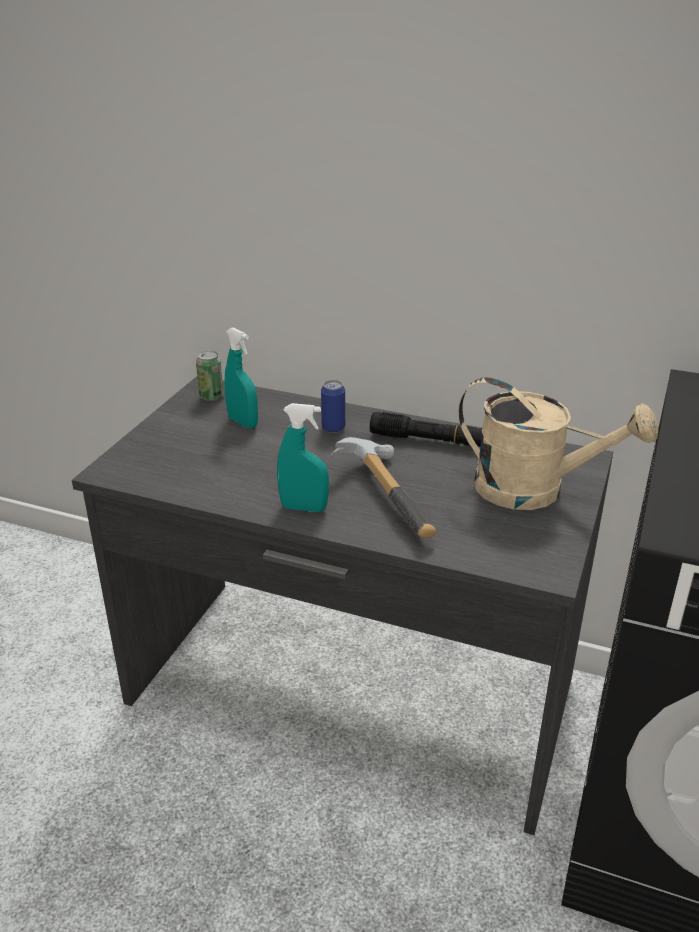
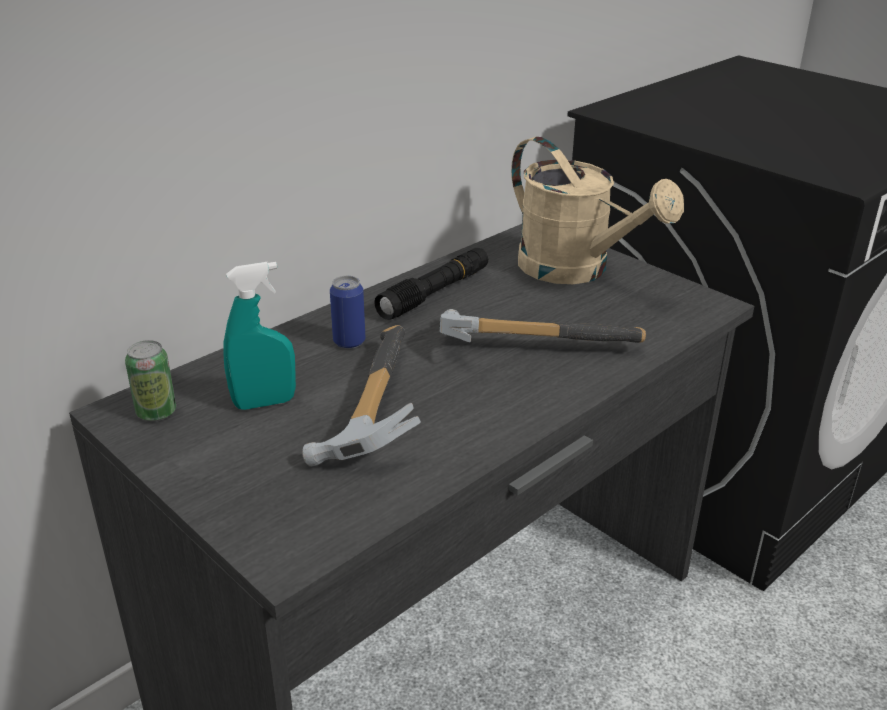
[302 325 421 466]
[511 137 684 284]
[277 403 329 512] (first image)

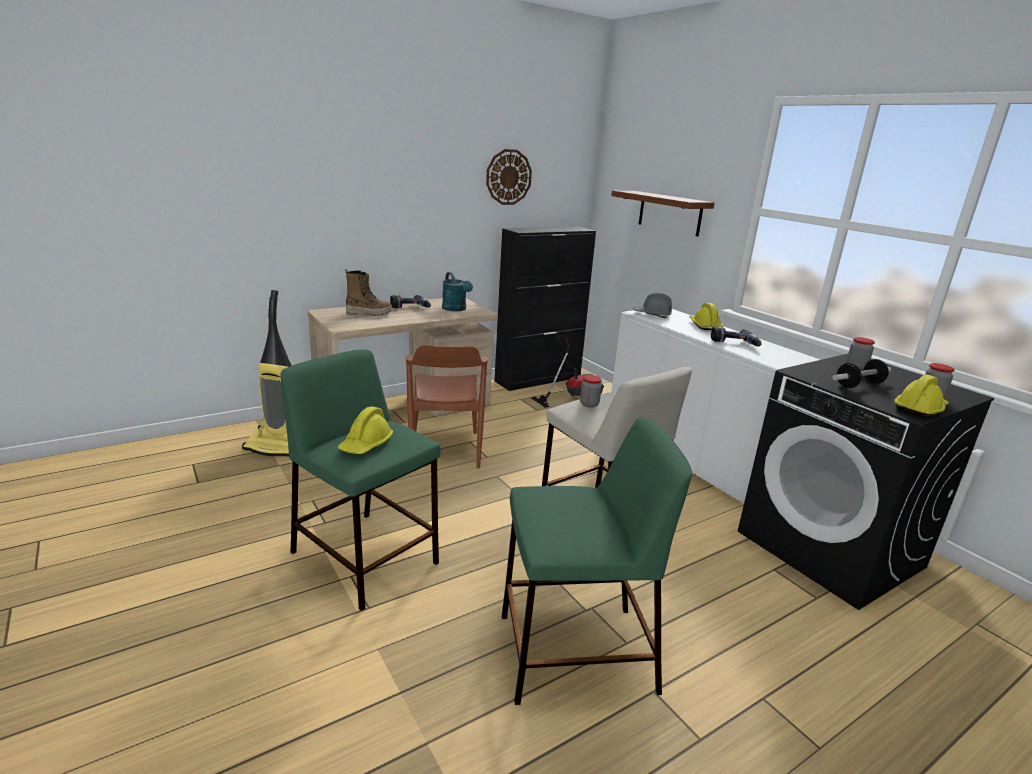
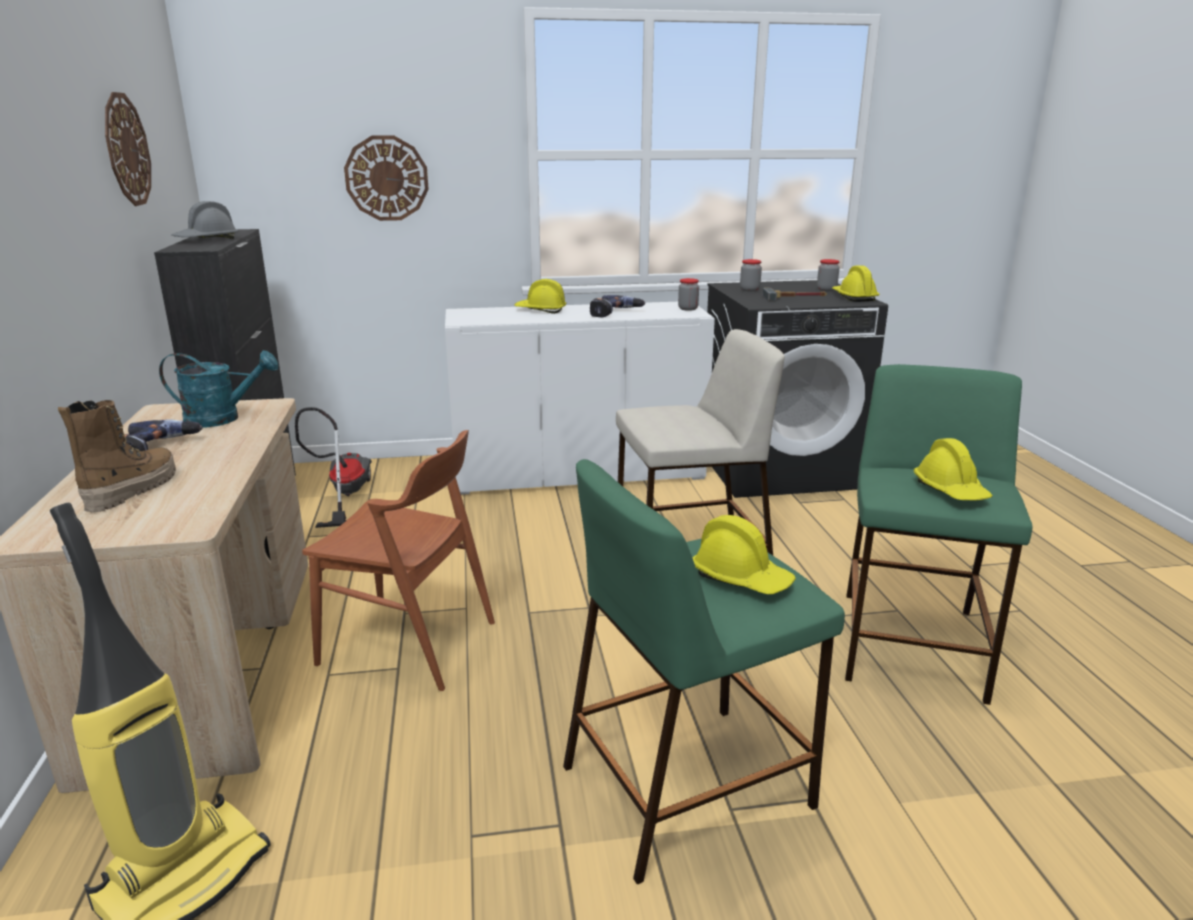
[171 201 238 239]
[344 135 429 221]
[678 278 699 311]
[763 288 827 301]
[914 438 993 500]

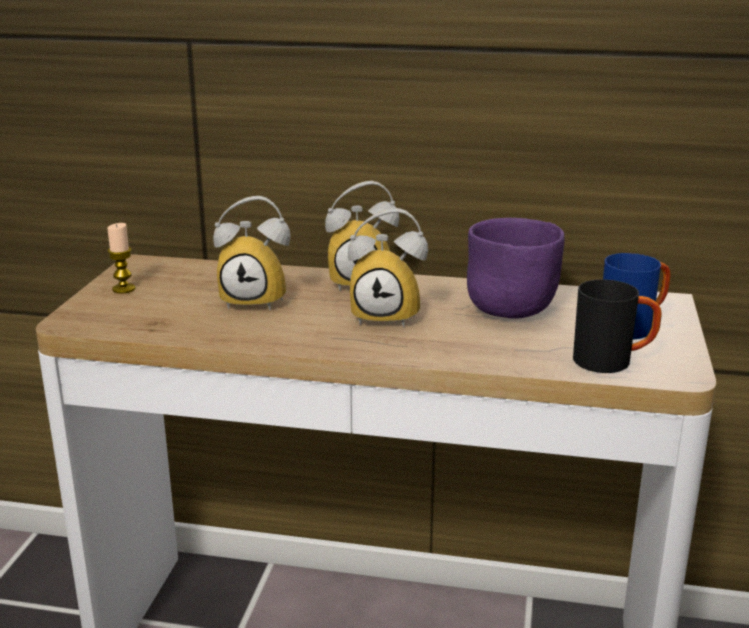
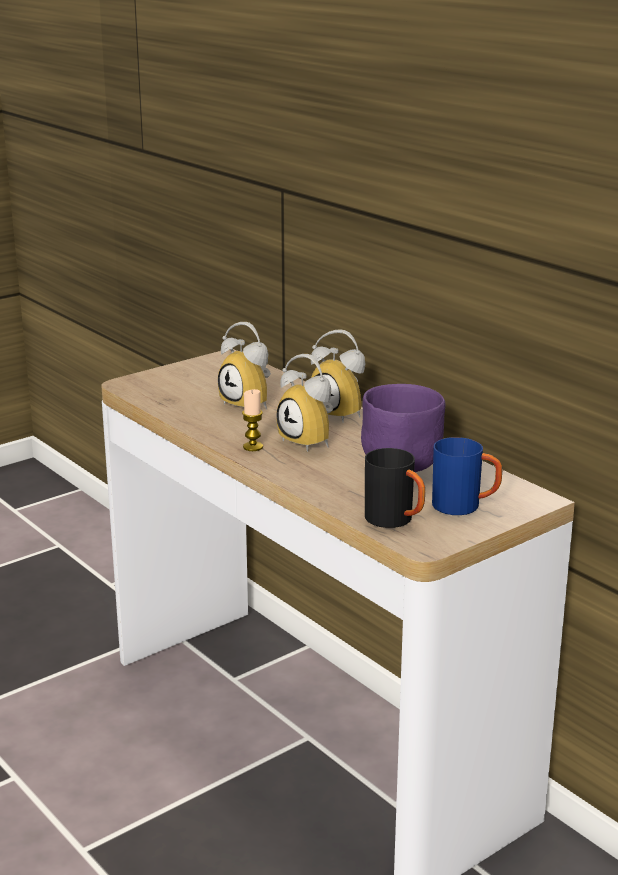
[242 389 263 451]

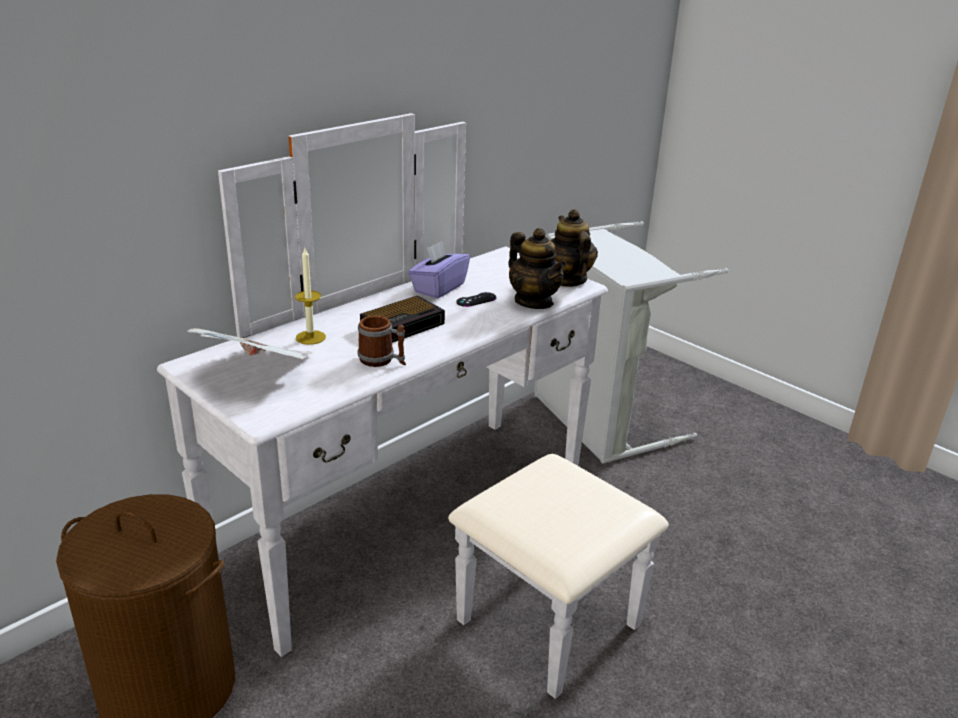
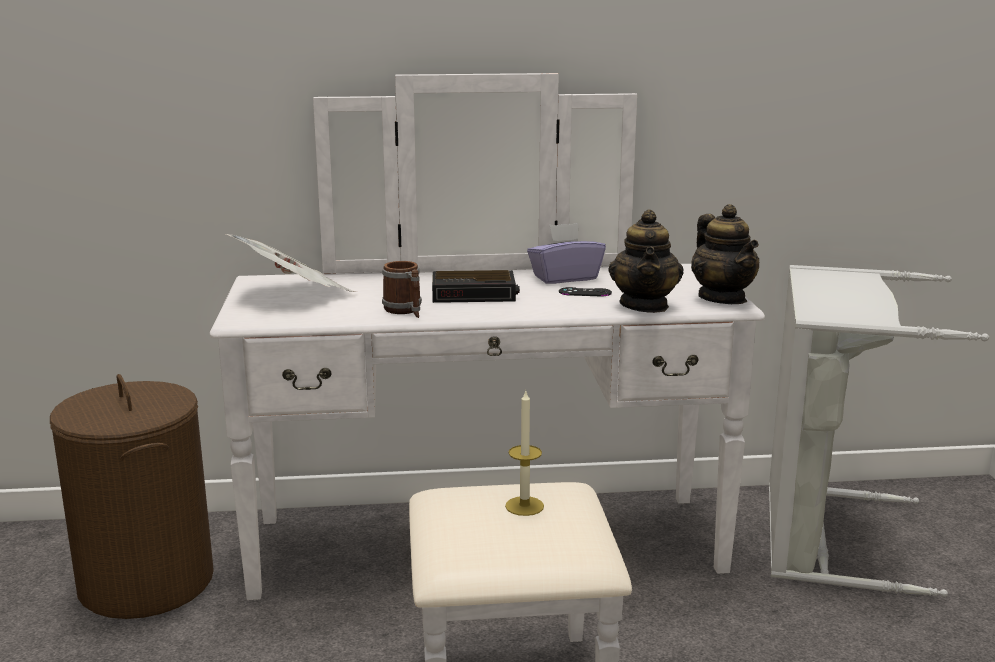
[505 389 544 516]
[691 204 759 304]

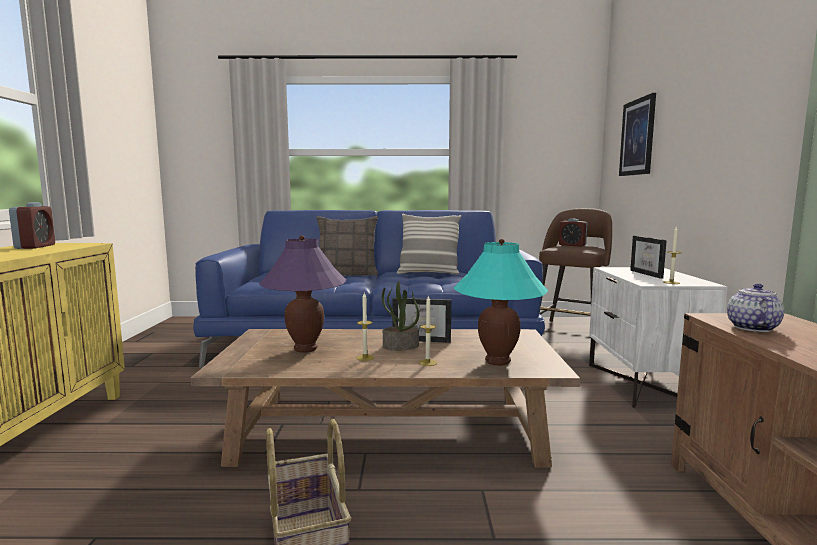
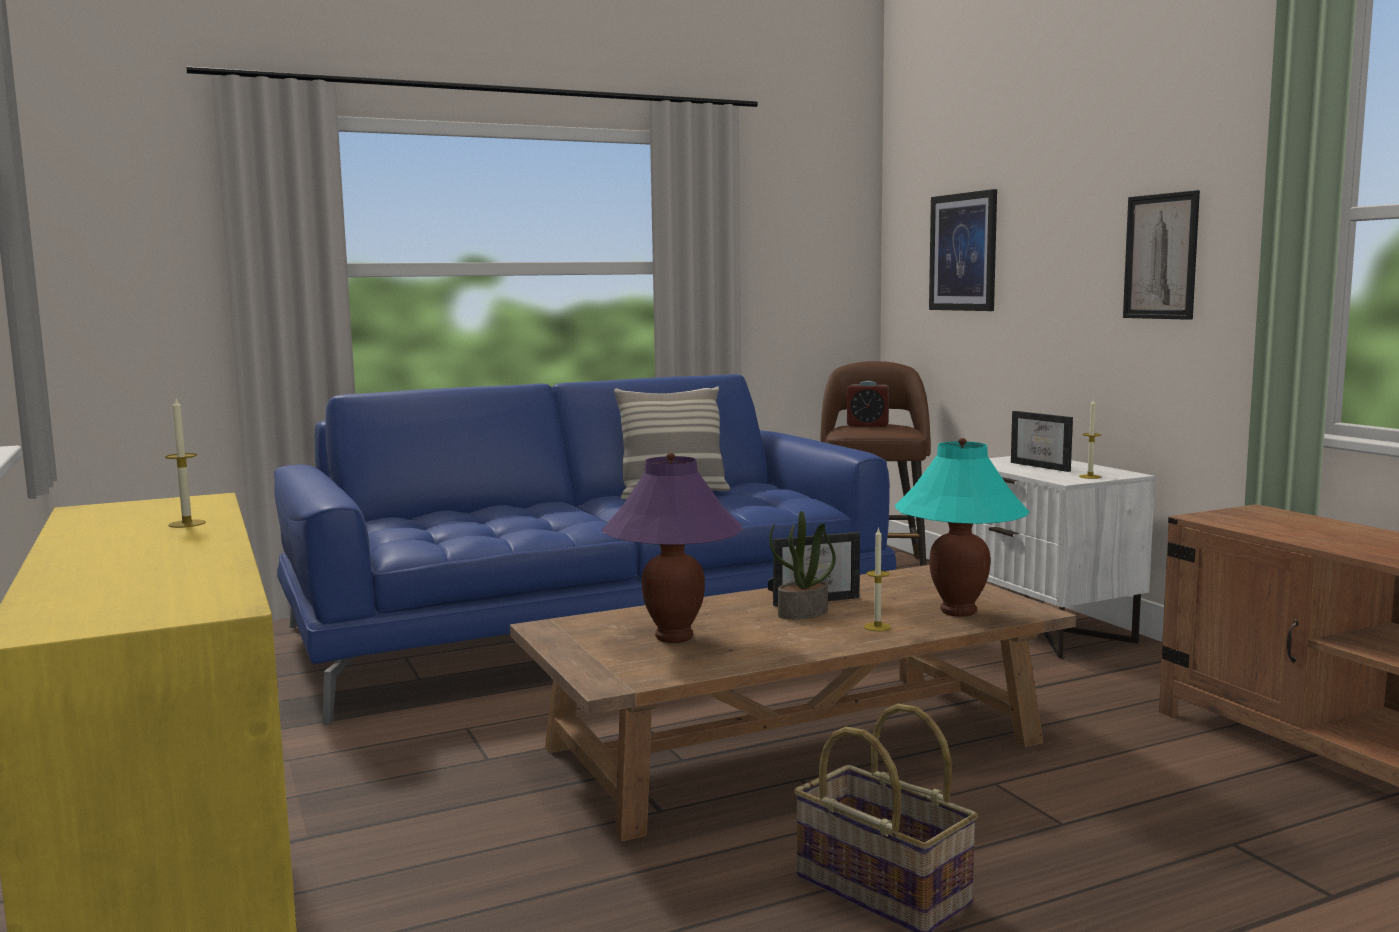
[165 398 206 528]
[1123 190 1200 320]
[9 202 55 249] (first image)
[316 216 378 276] (first image)
[727 283 784 332] (first image)

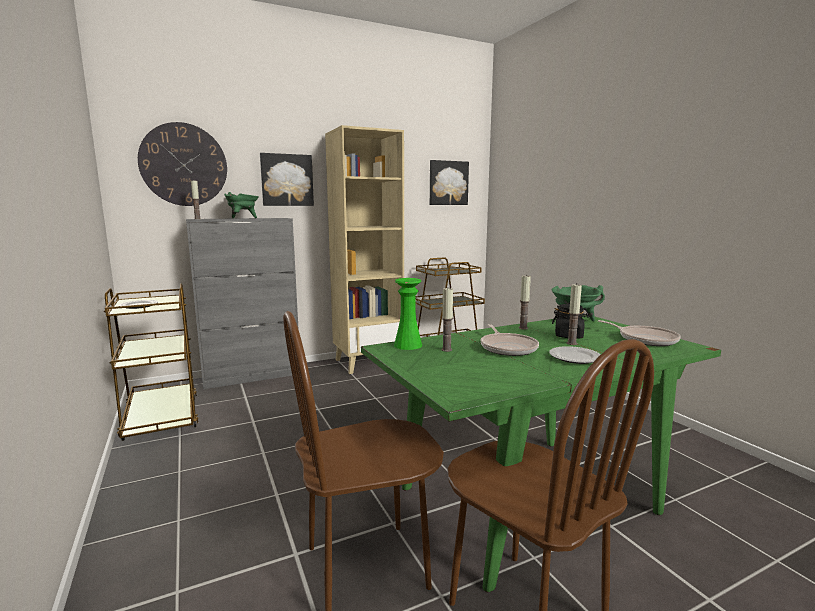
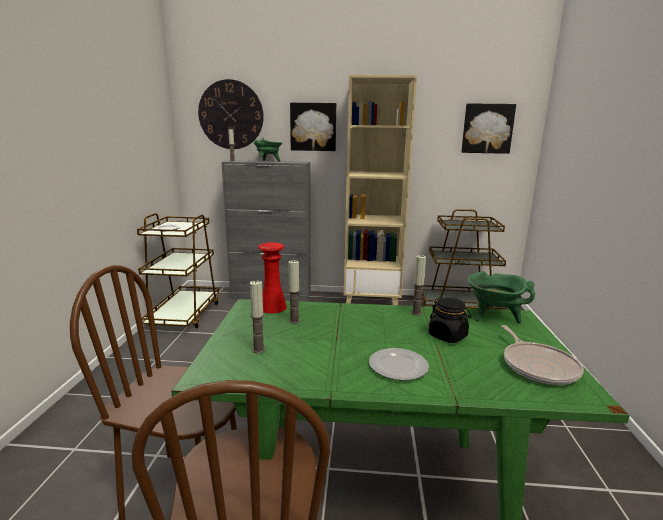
[250 281 265 353]
[258 243 287 313]
[481 324 539 356] (first image)

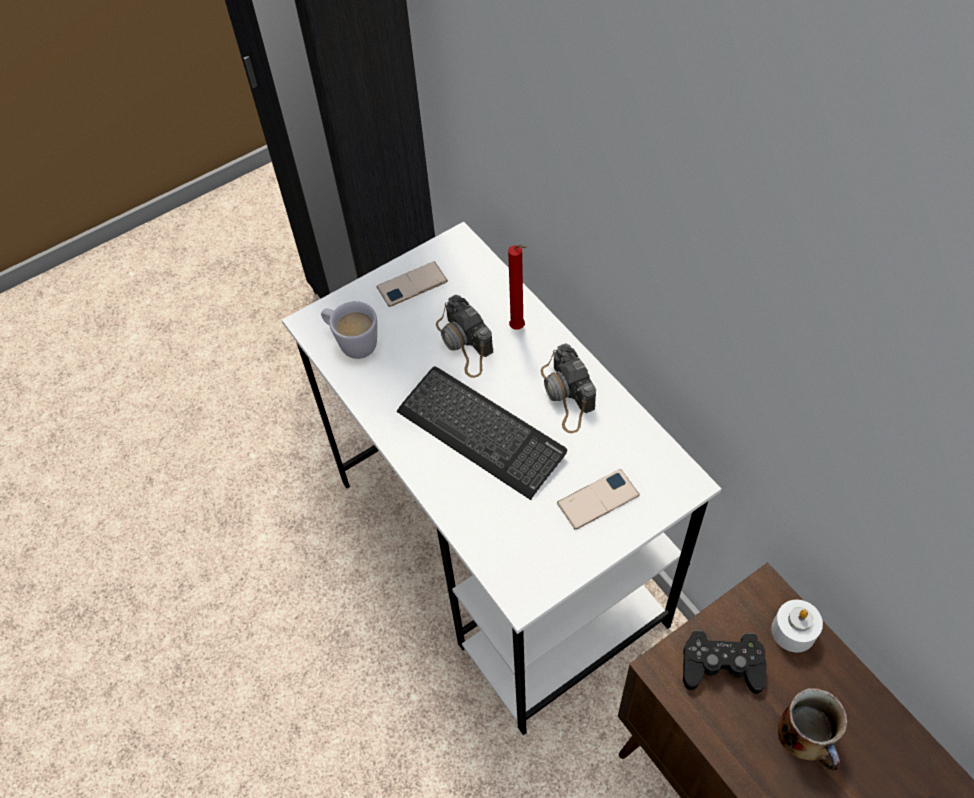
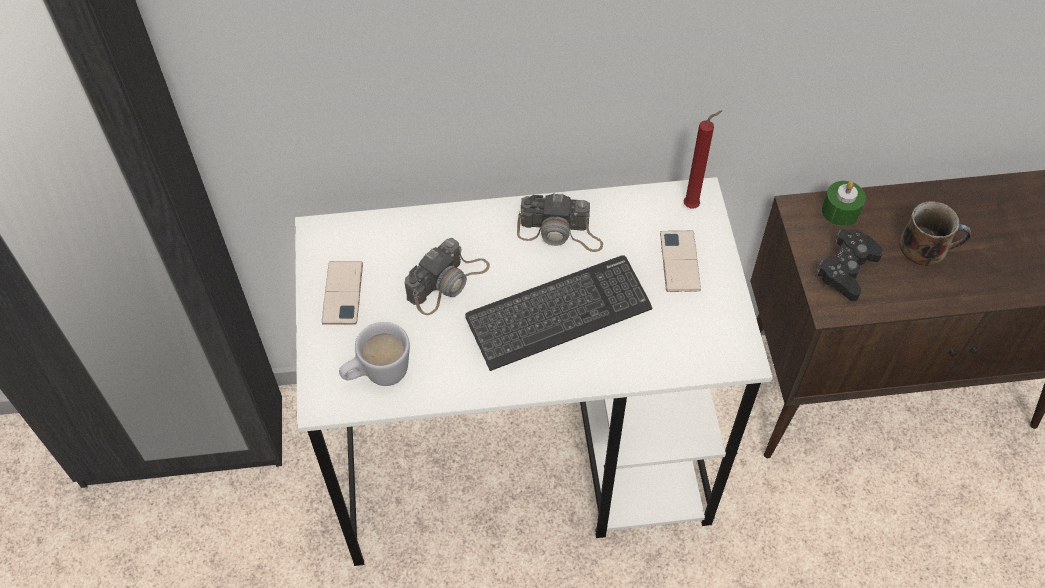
[405 238 490 315]
[684 110 722 209]
[822 181 866 226]

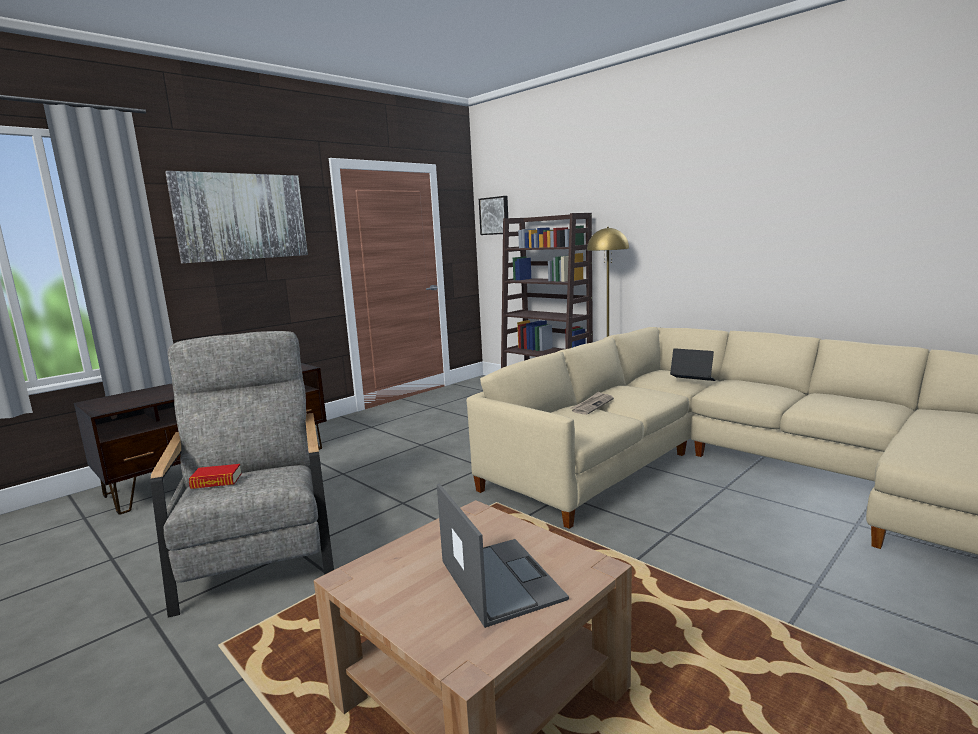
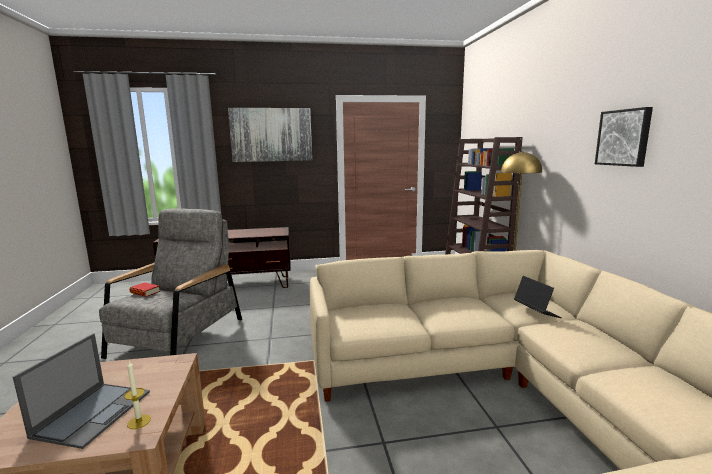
[124 361 151 429]
[595 107 653 167]
[570 392 614 415] (first image)

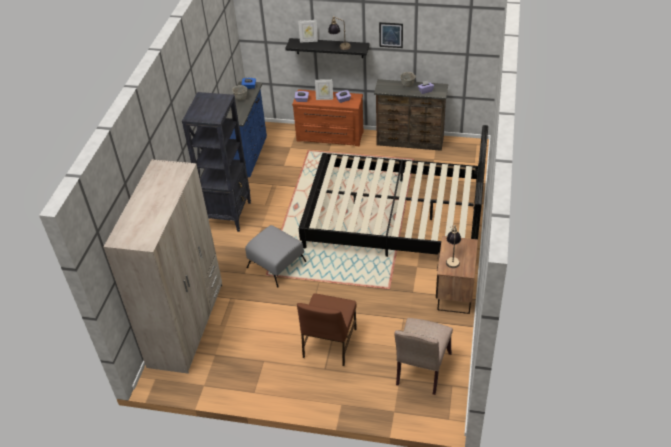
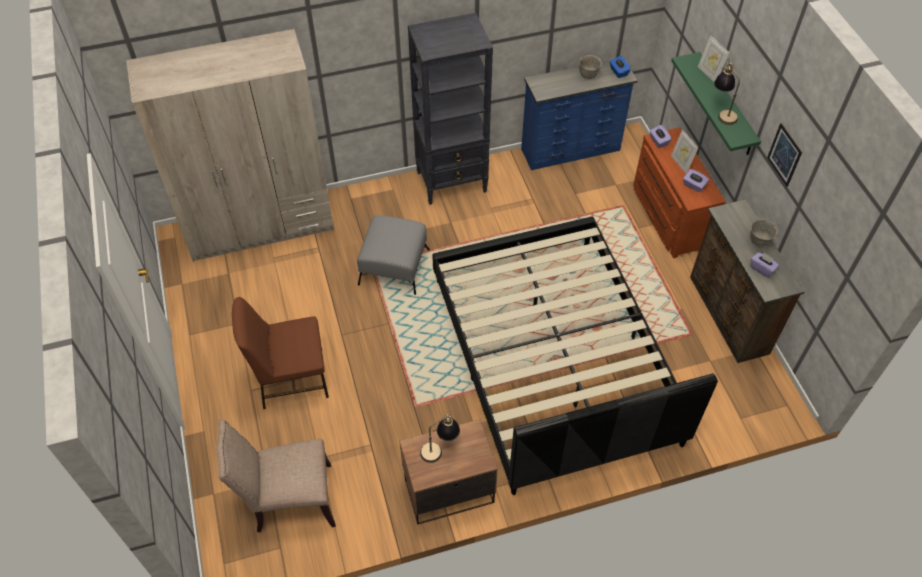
[671 52 761 155]

